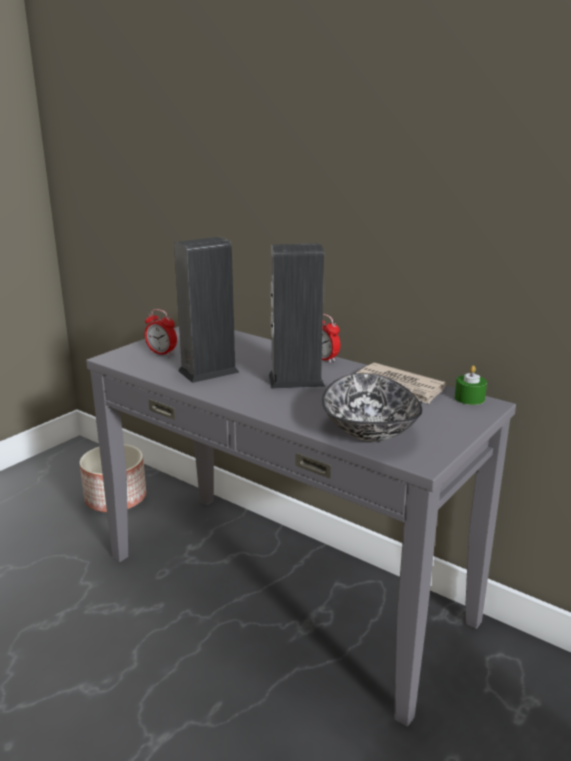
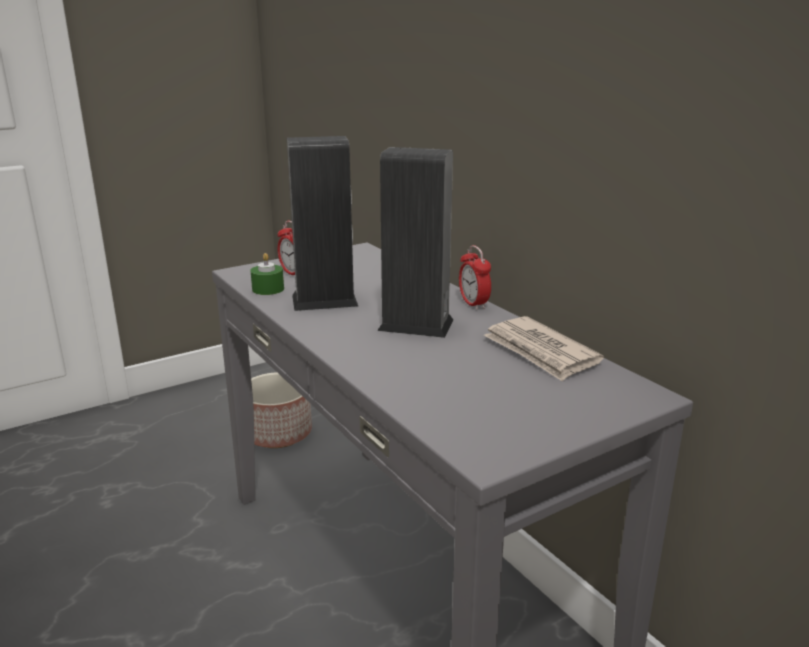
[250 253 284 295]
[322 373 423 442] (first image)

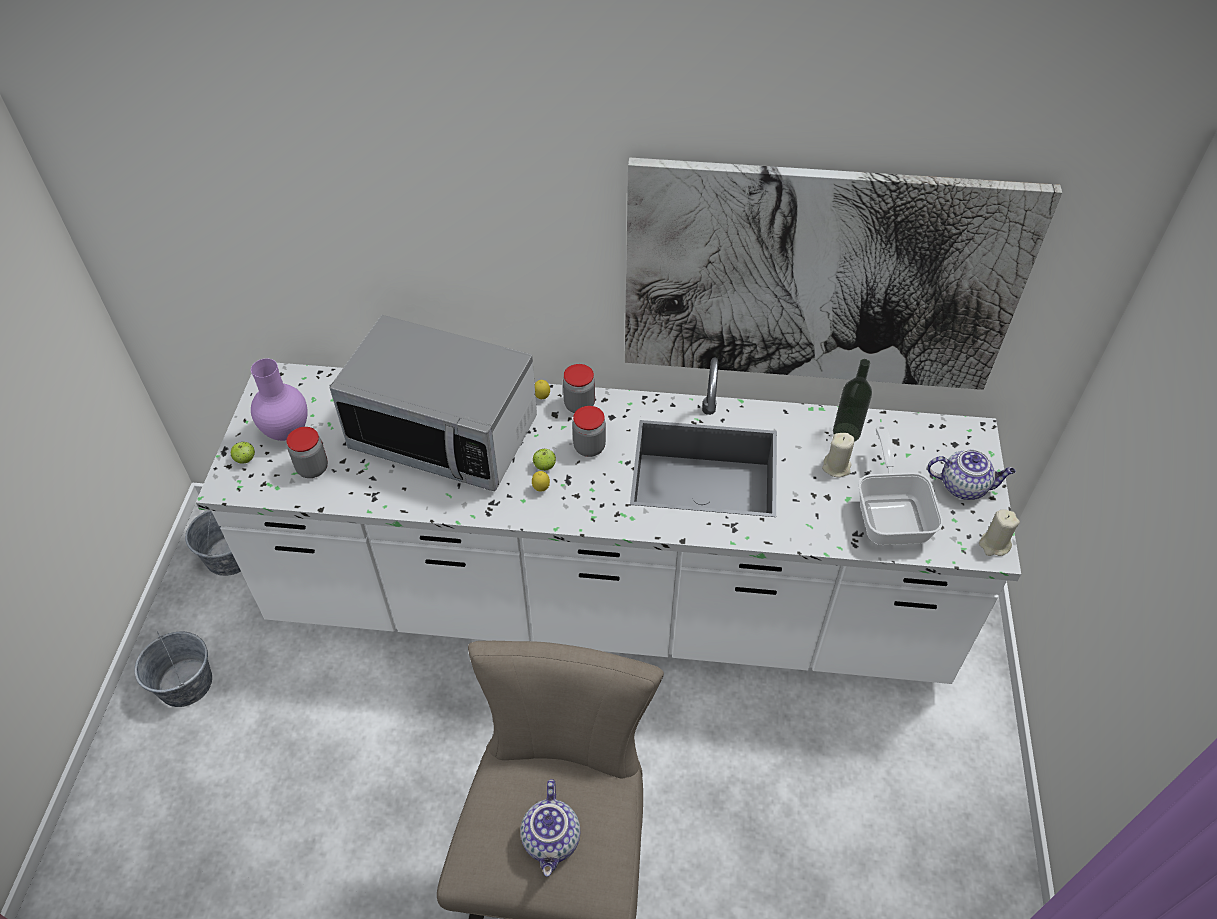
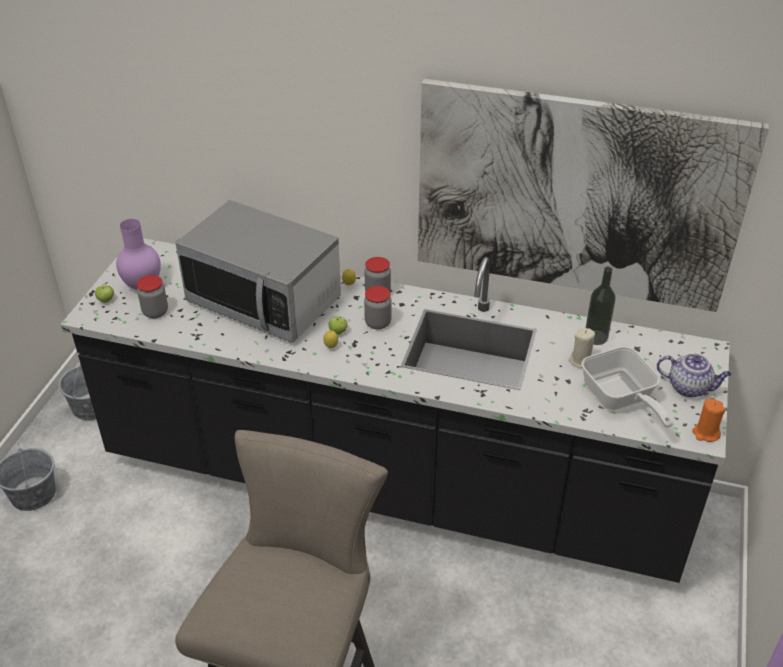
[60 238 730 583]
[581 346 673 428]
[692 399 725 442]
[520 779 580 876] (first image)

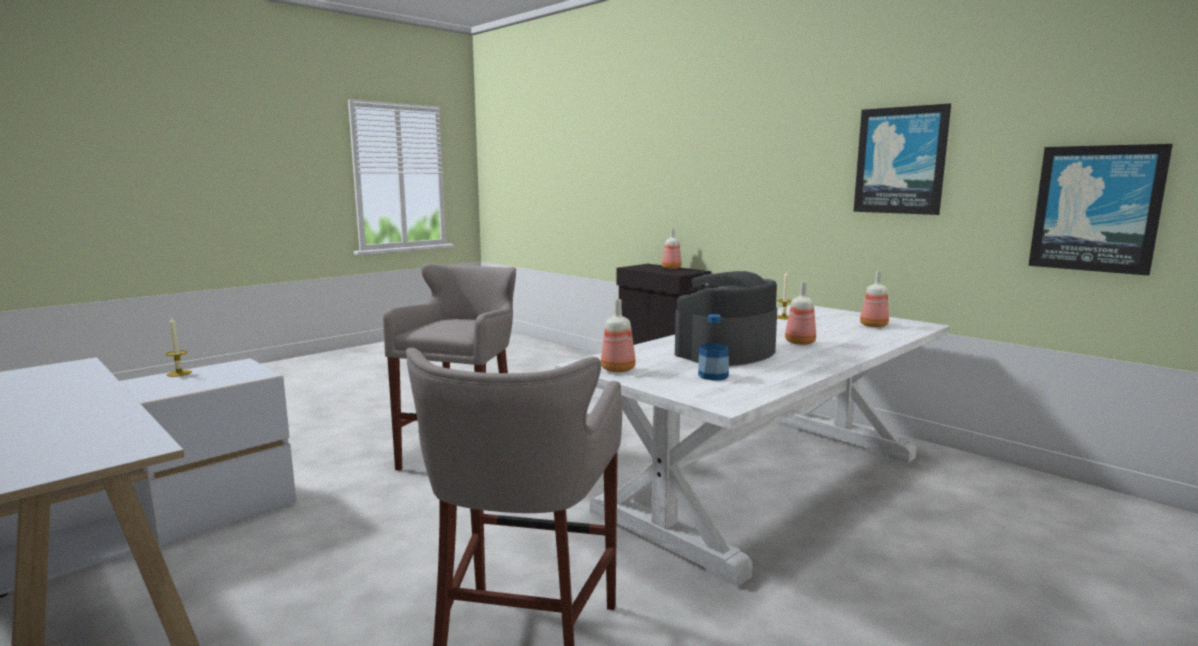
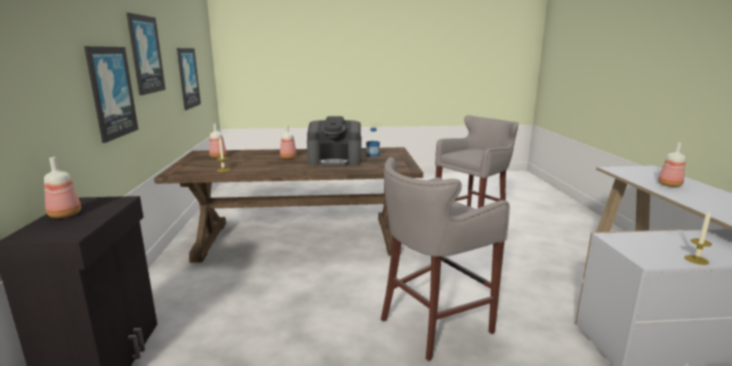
[84 46 138 143]
[154 147 423 263]
[658 142 686 187]

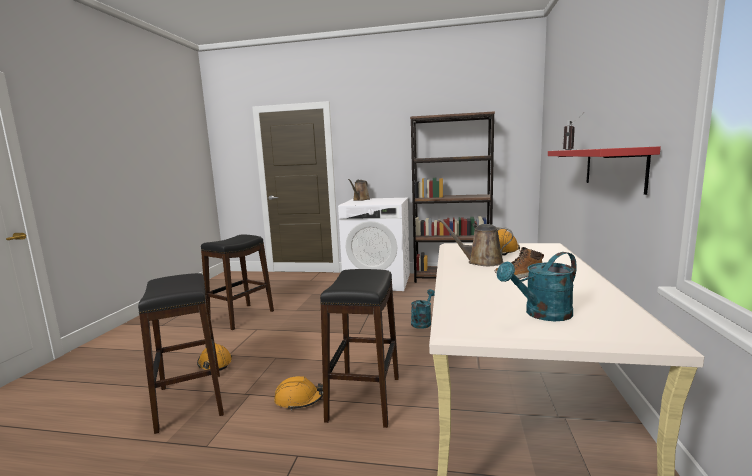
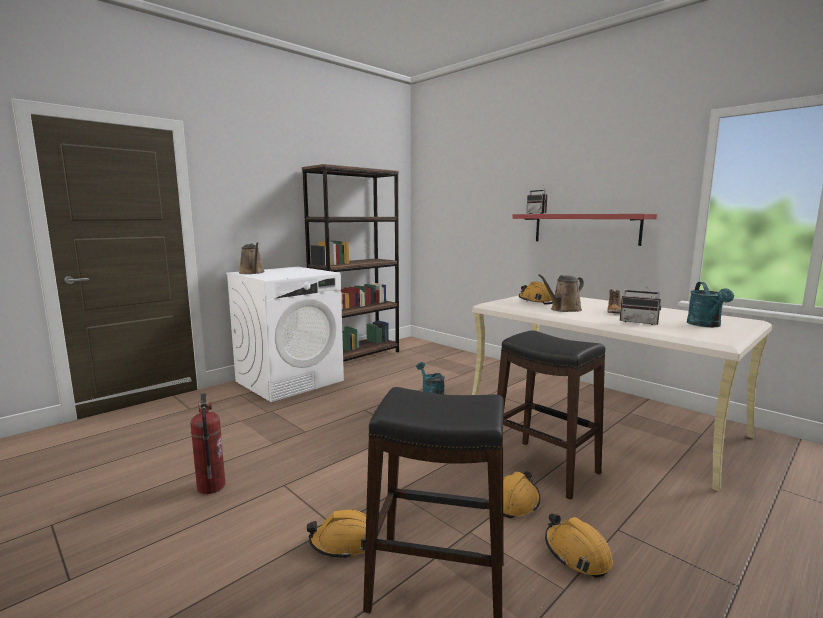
[190 393 225 494]
[545 513 613 578]
[620 281 661 325]

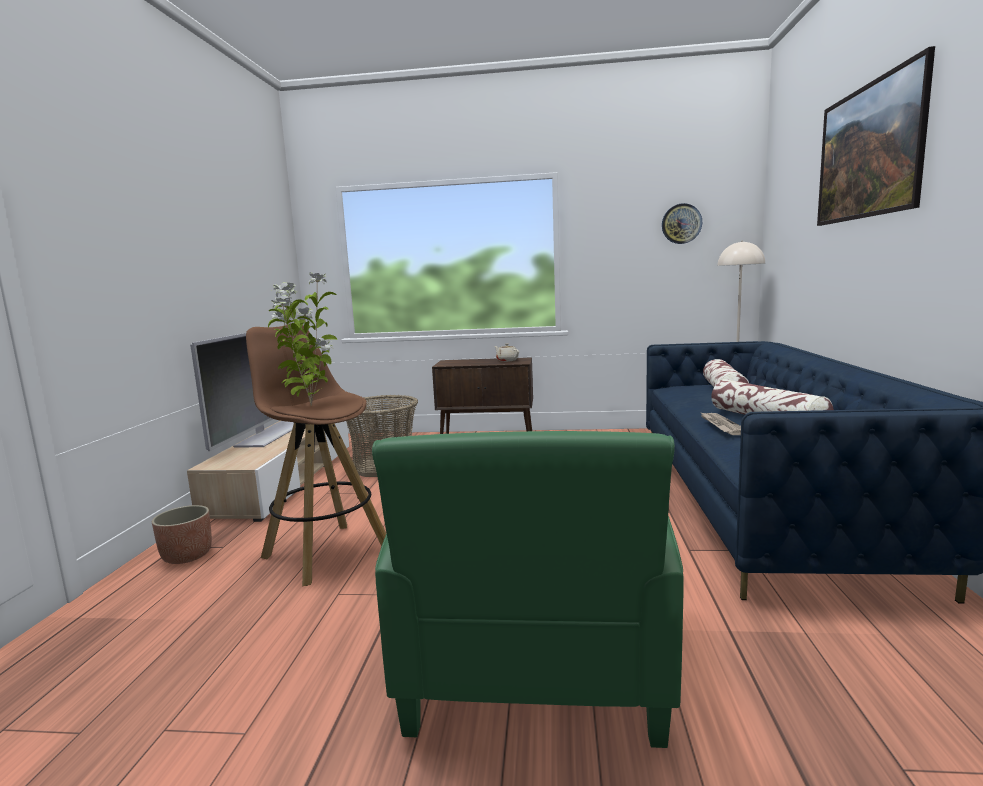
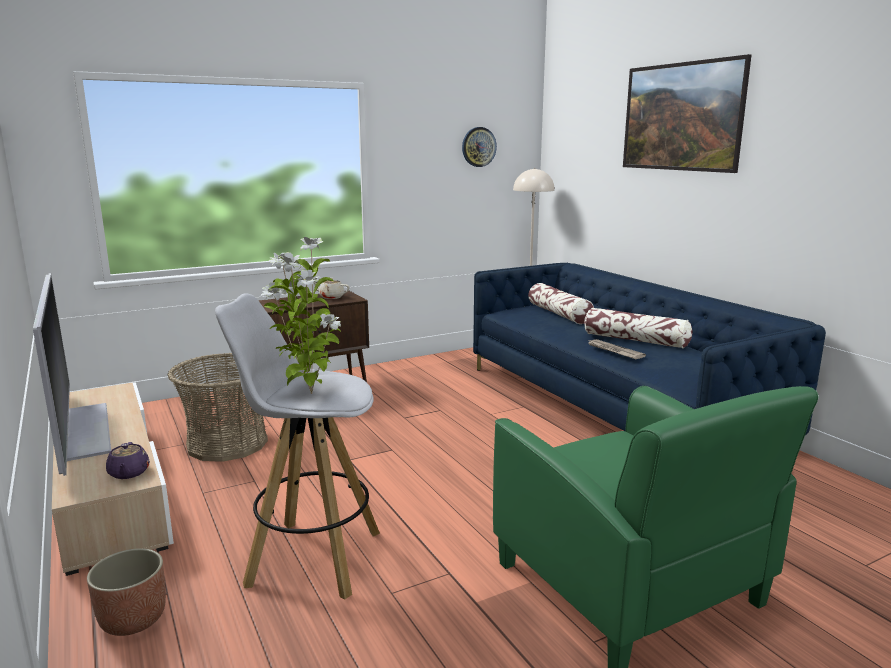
[106 442 150 479]
[215 293 380 599]

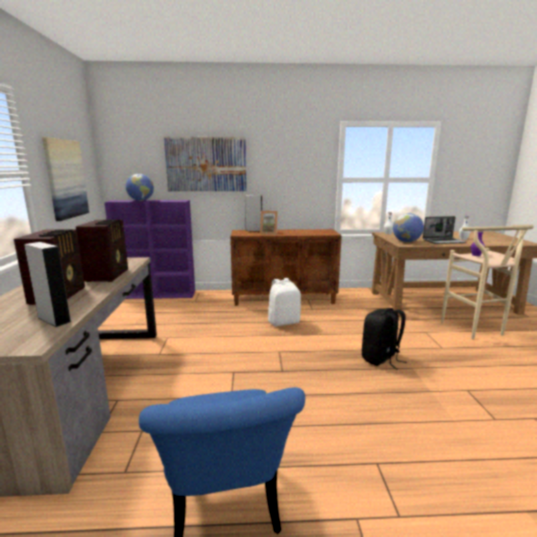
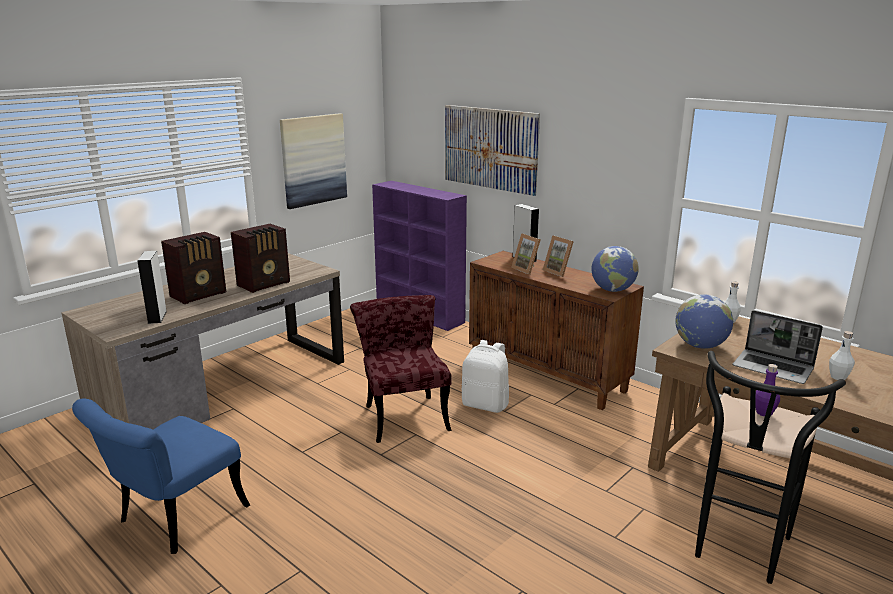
[350 295 452 443]
[543 235 574 277]
[591 246 639 292]
[695 351 846 584]
[362 308 407 370] (first image)

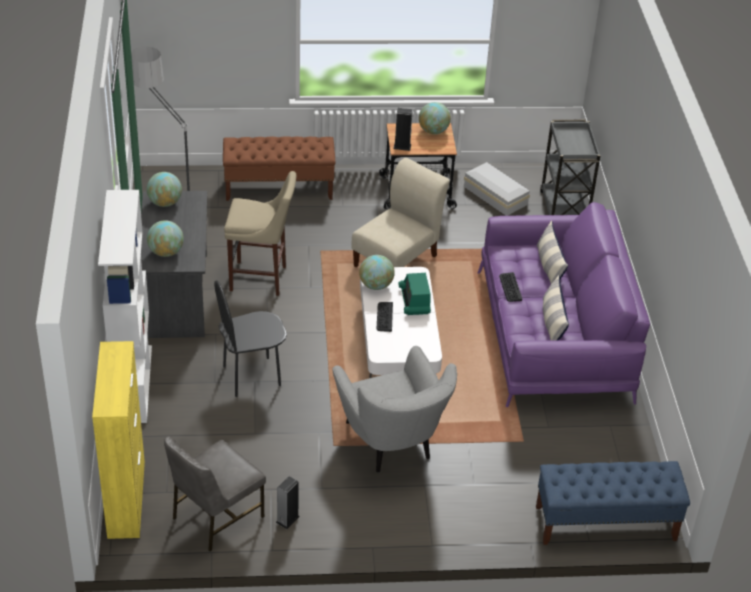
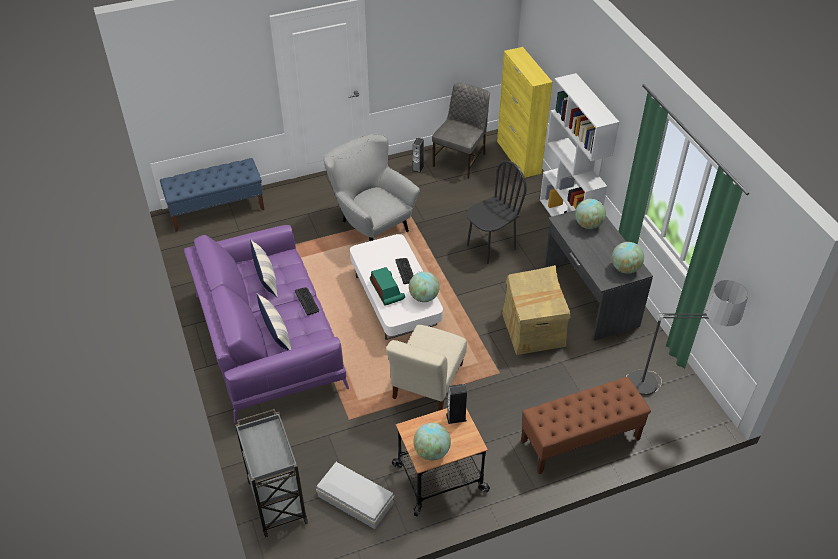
[502 265 571 355]

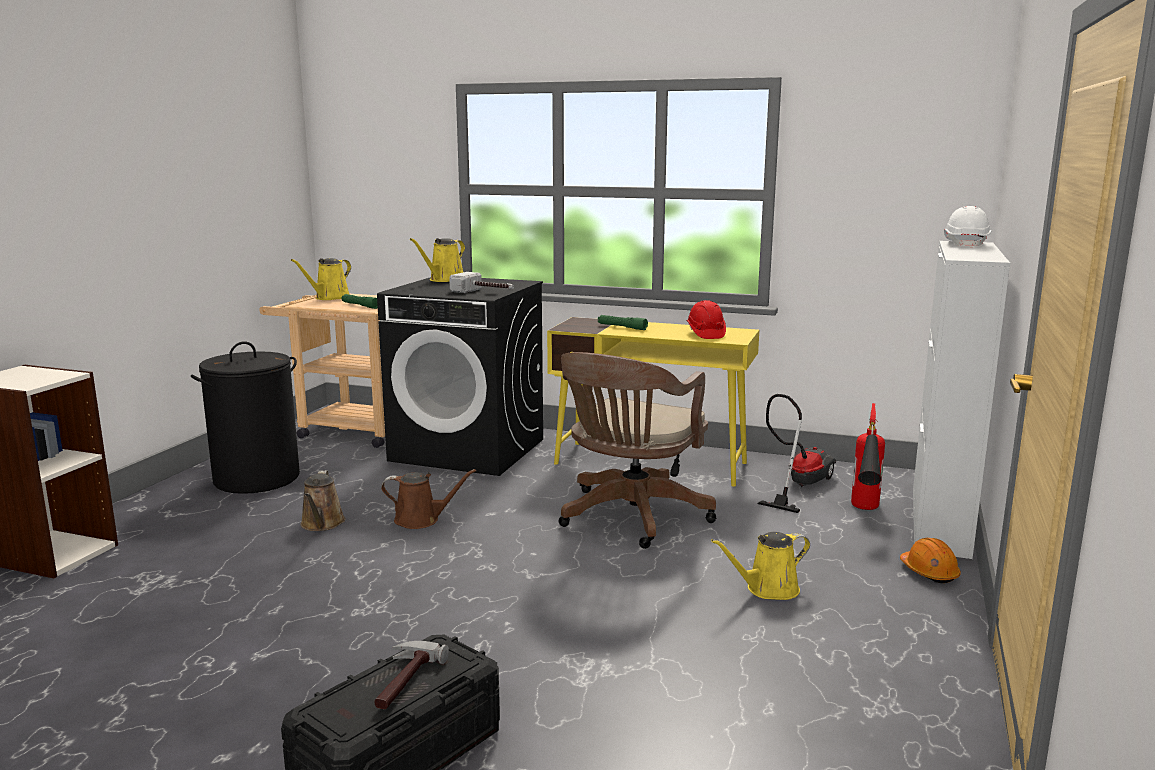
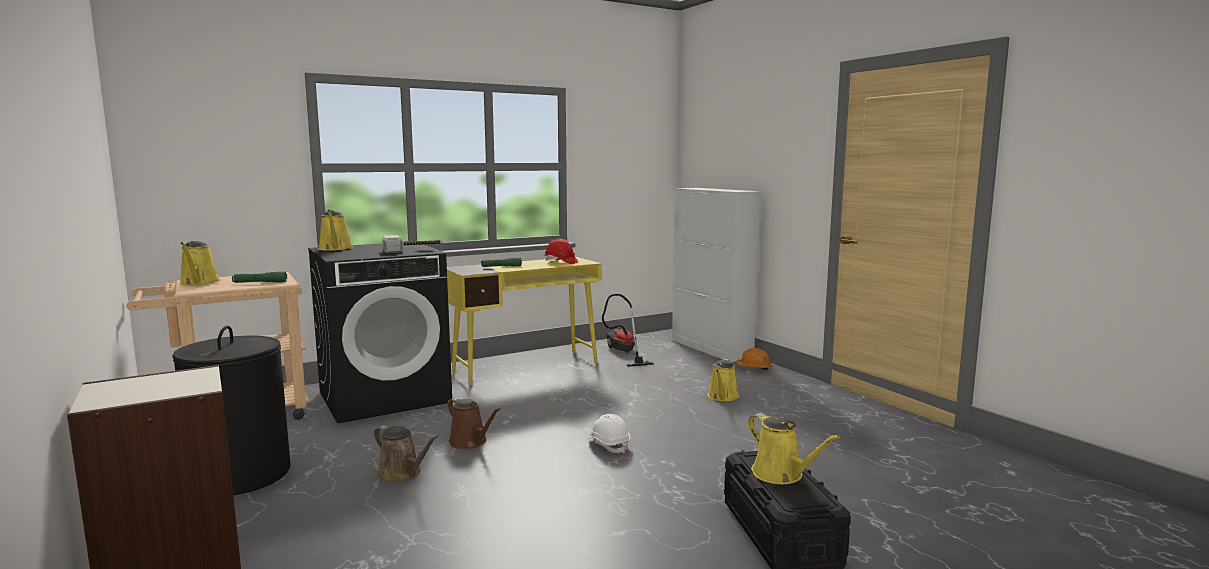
[448 398 501 449]
[589 414 630 453]
[748 413 840 484]
[559 352 716 549] (first image)
[851 403 885 510] (first image)

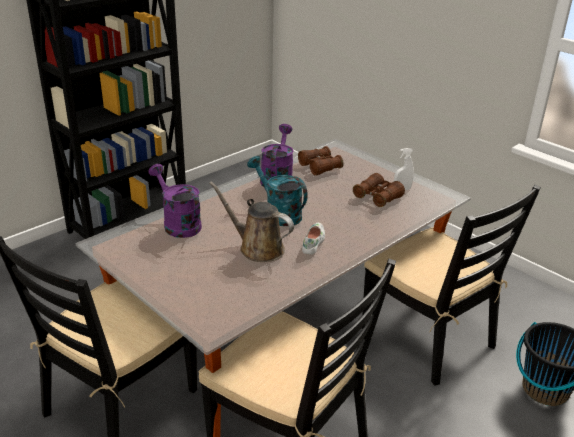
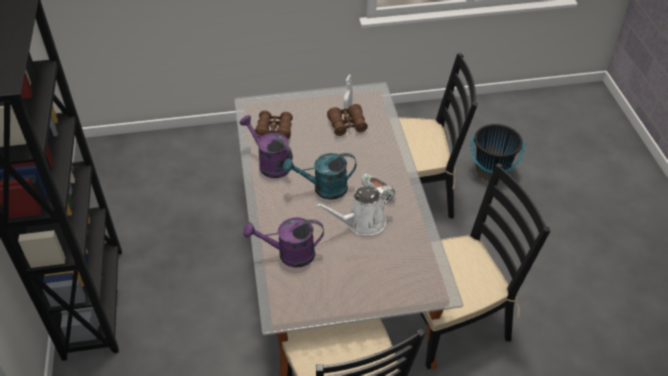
[315 185 395 235]

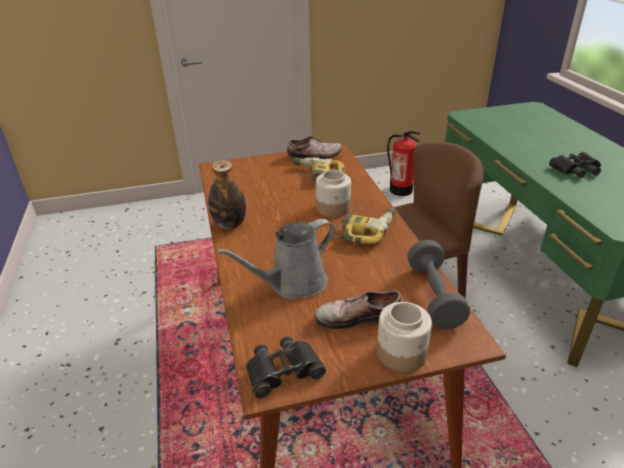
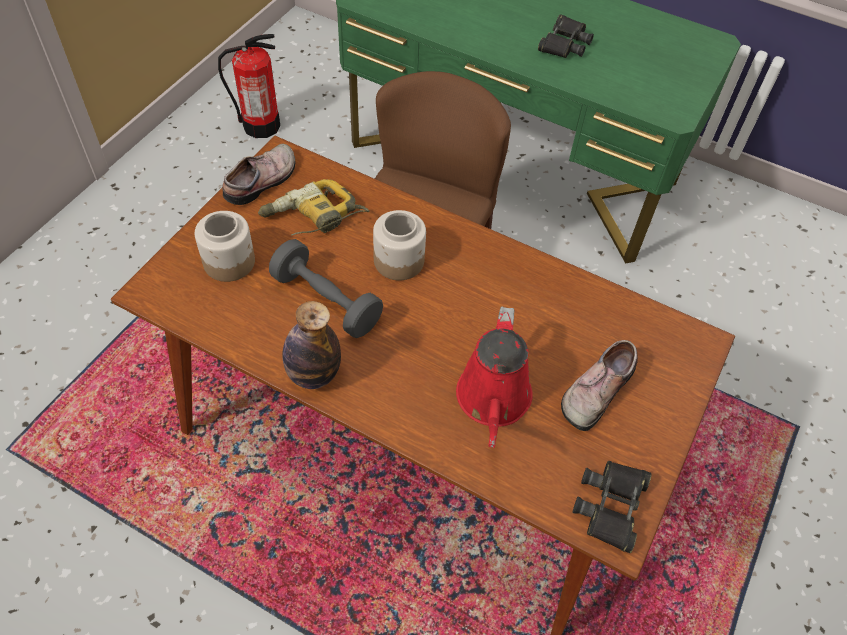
[195 211 255 282]
[269 239 383 338]
[456 306 533 448]
[333 208 395 244] (first image)

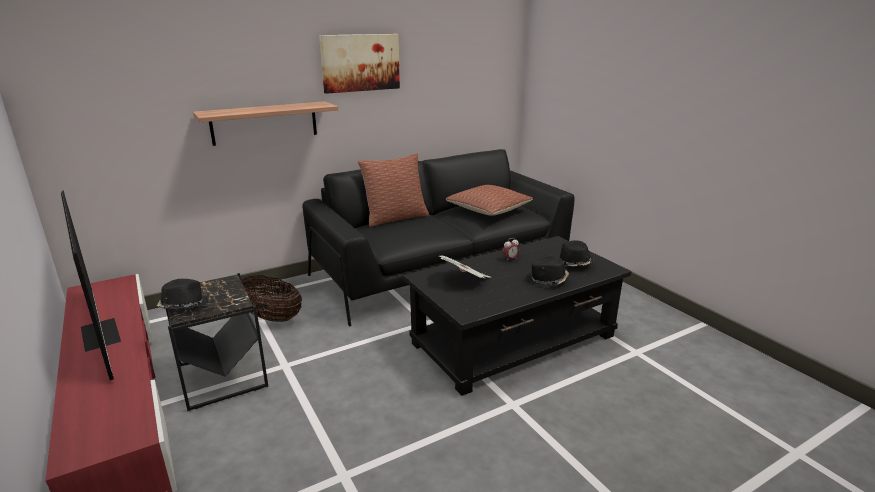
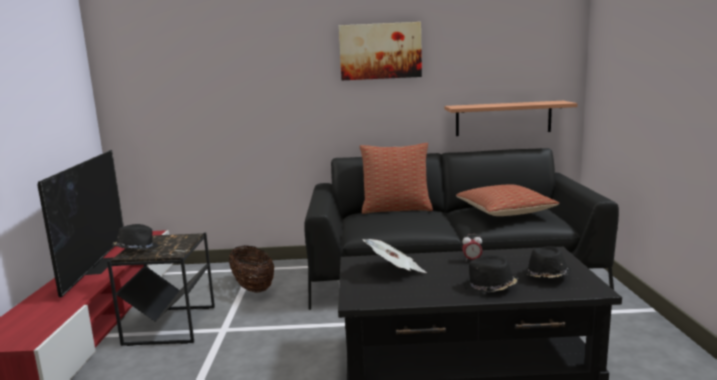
[444 101 578 136]

